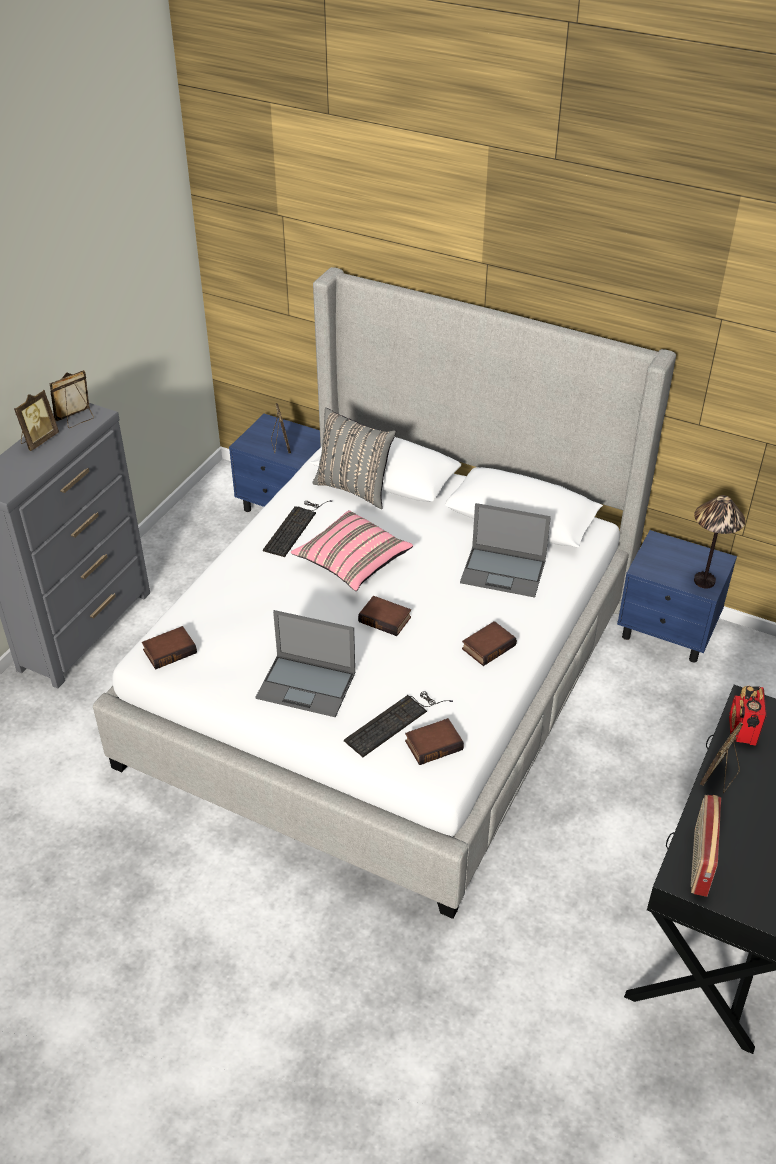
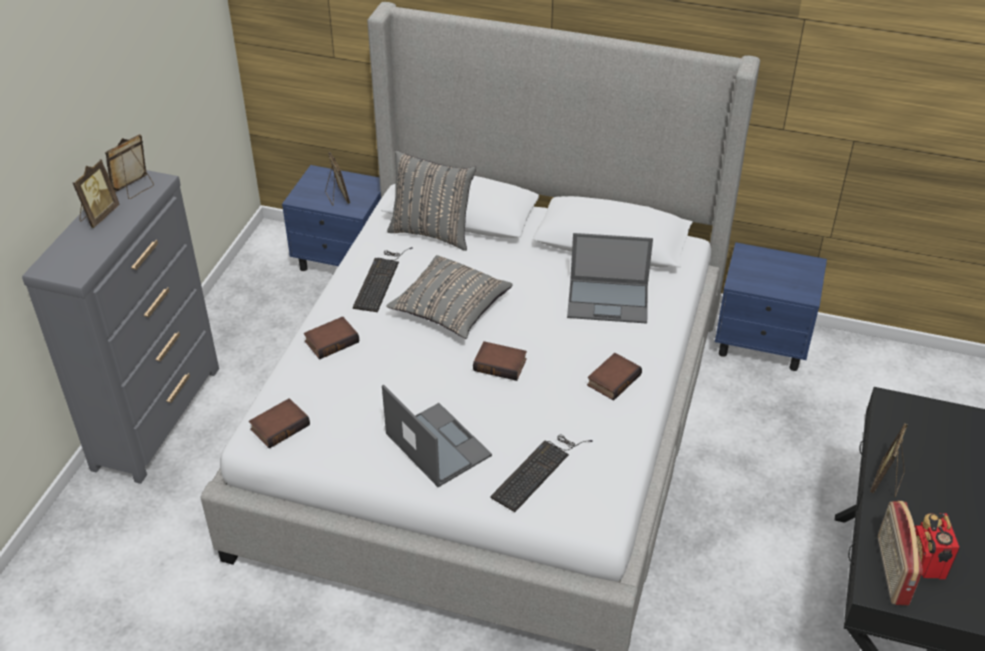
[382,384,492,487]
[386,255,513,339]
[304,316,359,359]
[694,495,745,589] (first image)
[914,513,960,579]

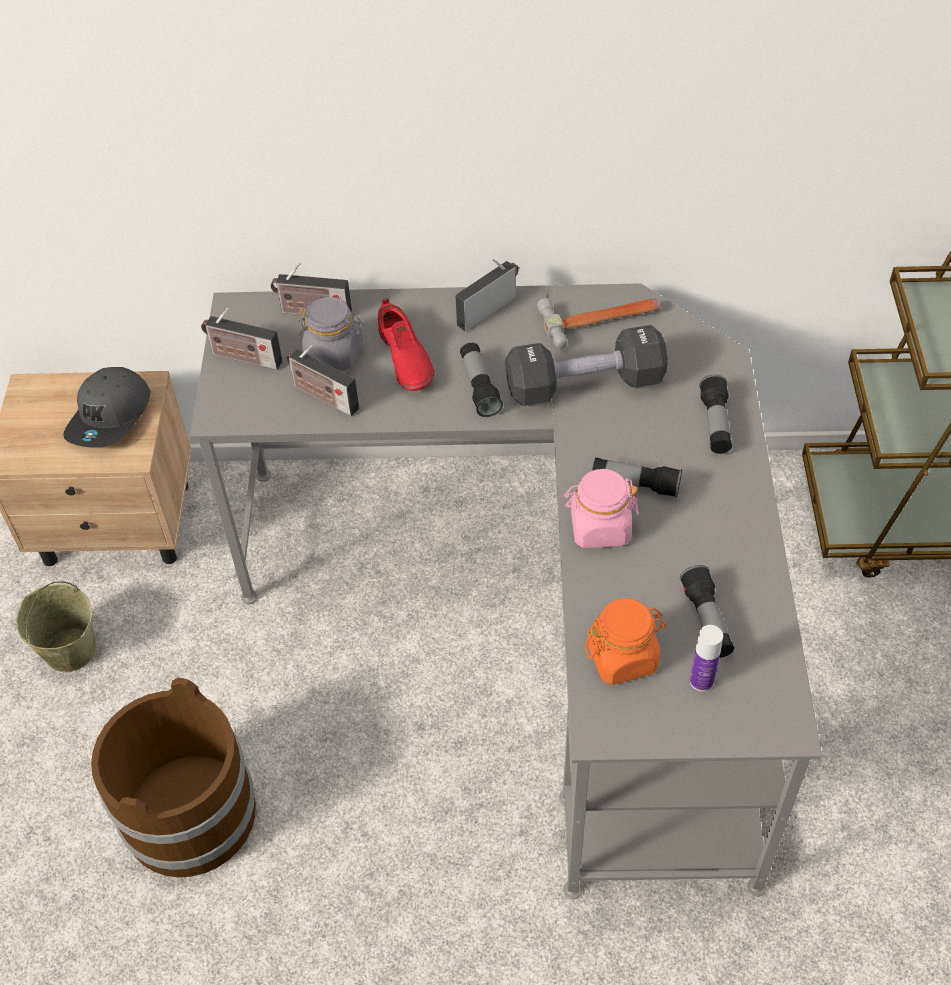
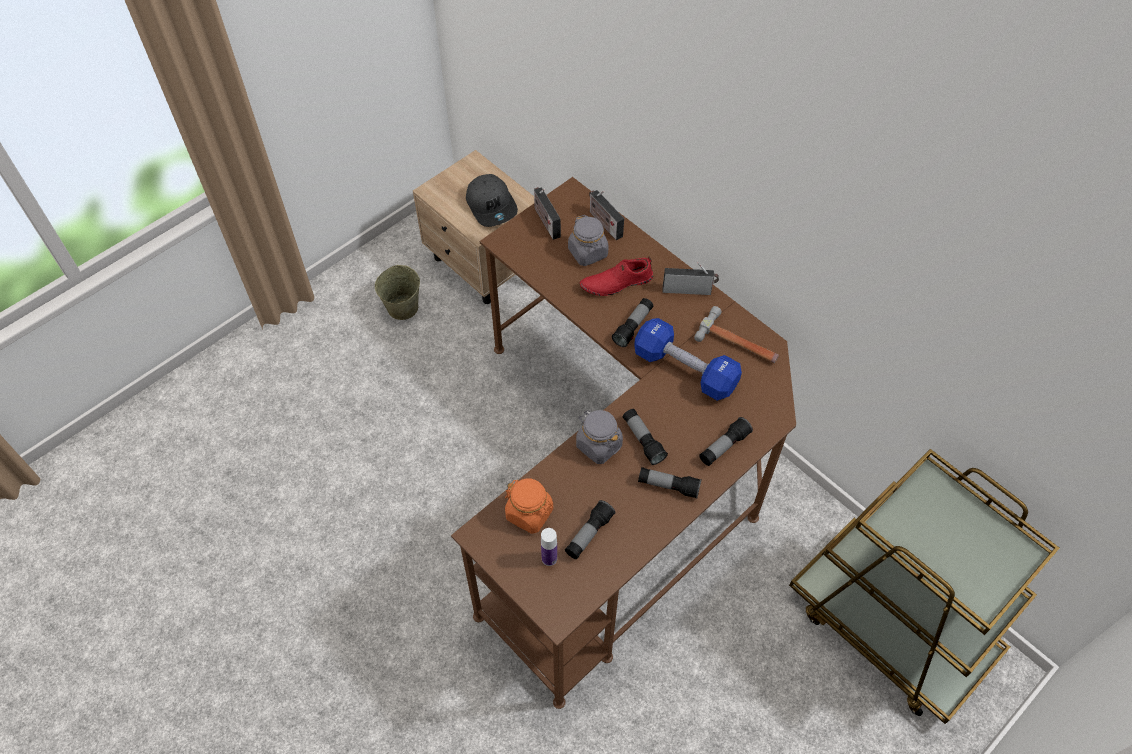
[466,174,518,227]
[91,678,256,877] (first image)
[451,177,796,709]
[286,345,359,416] (first image)
[580,257,653,296]
[634,318,742,401]
[576,410,623,464]
[638,467,702,499]

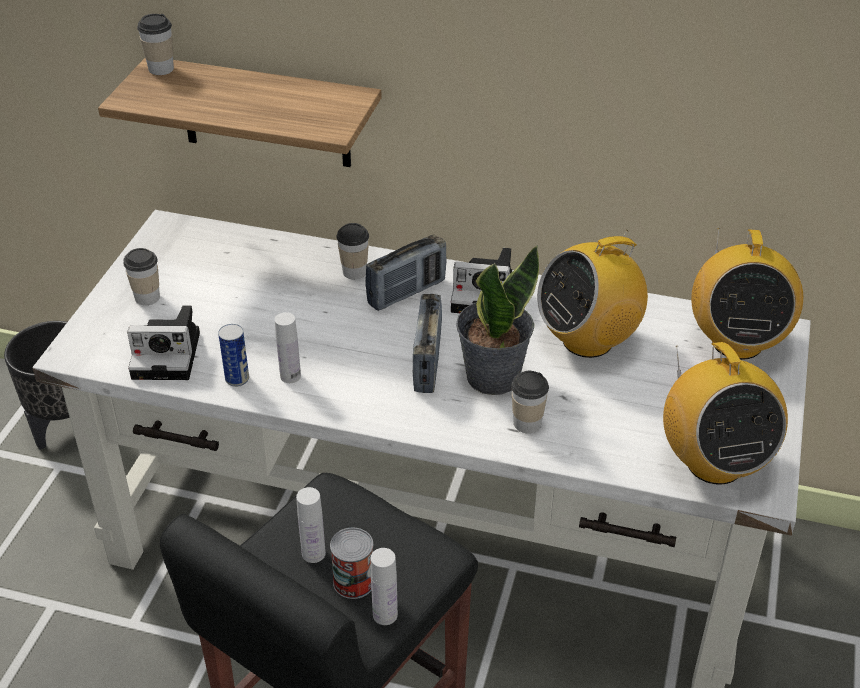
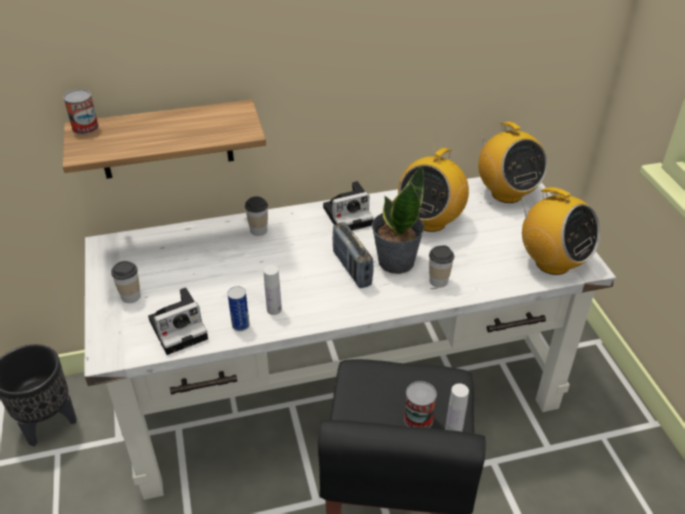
[63,89,99,135]
[296,487,326,563] (first image)
[365,234,447,311] (first image)

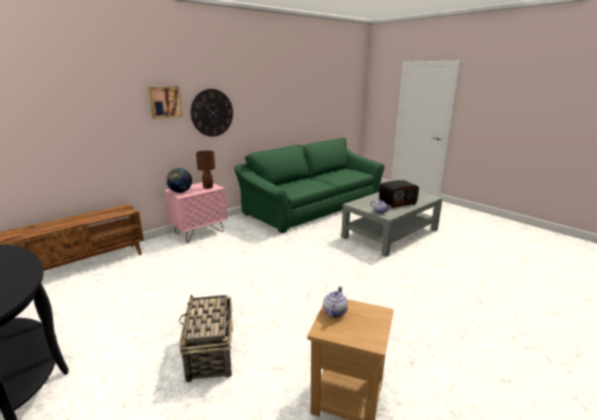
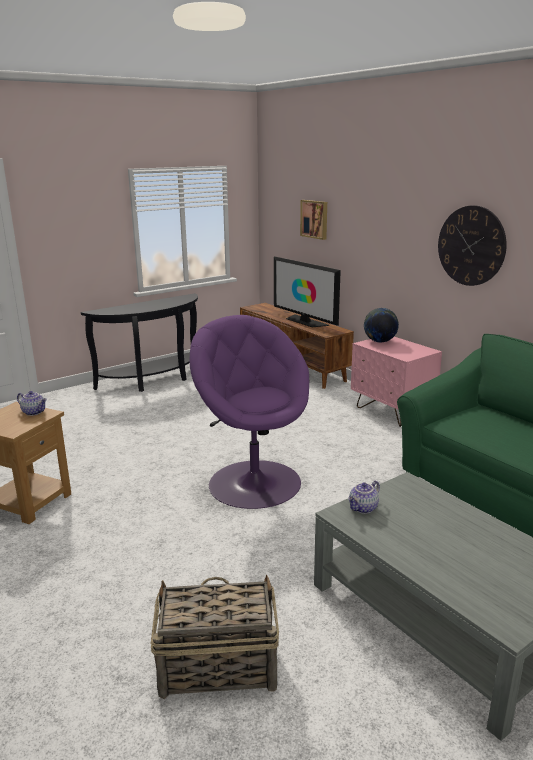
[300,200,327,240]
[150,575,279,699]
[196,151,215,189] (first image)
[379,180,419,208] (first image)
[189,315,309,509]
[274,256,341,327]

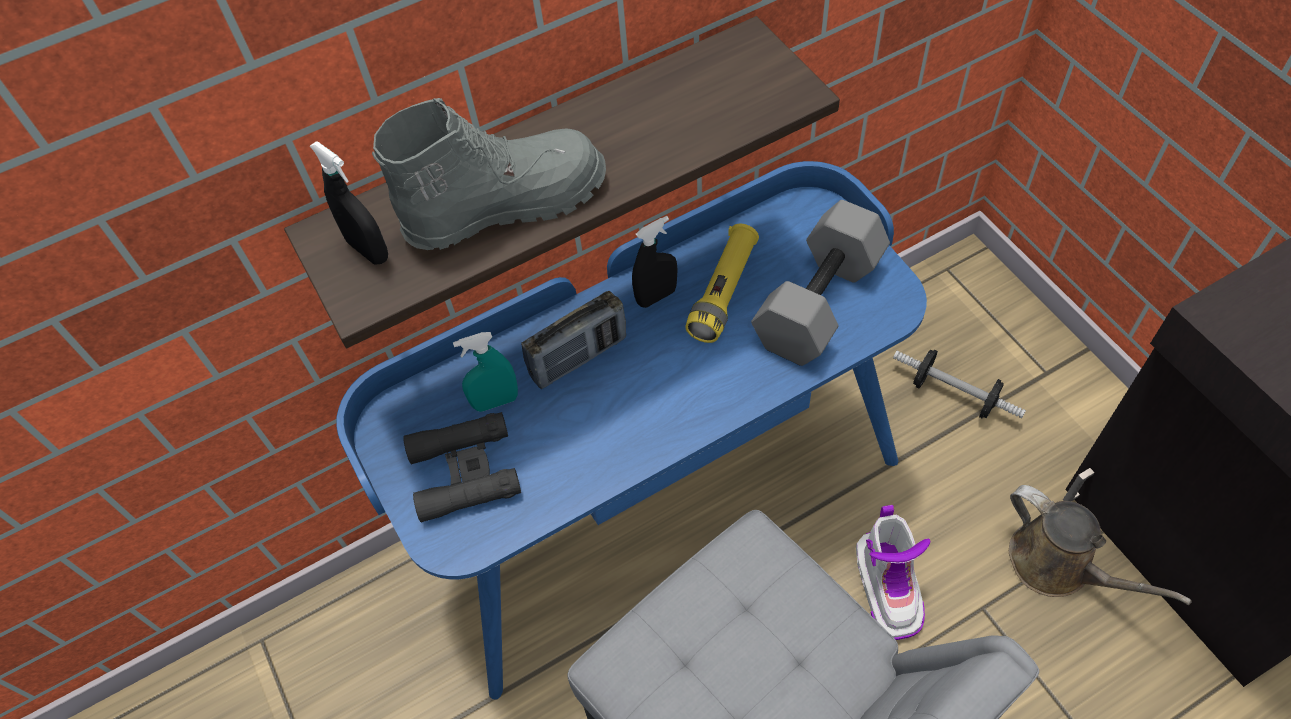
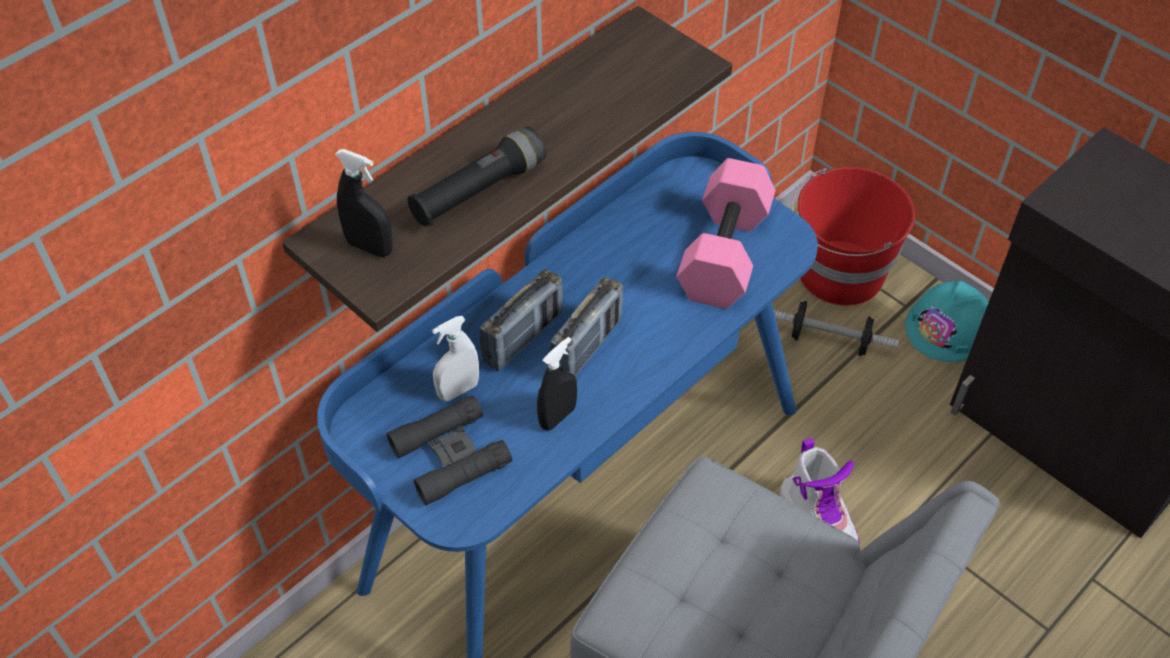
[407,127,546,227]
[432,316,479,401]
[537,337,577,430]
[685,224,759,343] (first image)
[676,158,776,309]
[1009,485,1192,605] (first image)
[550,277,623,376]
[792,167,915,306]
[905,281,988,362]

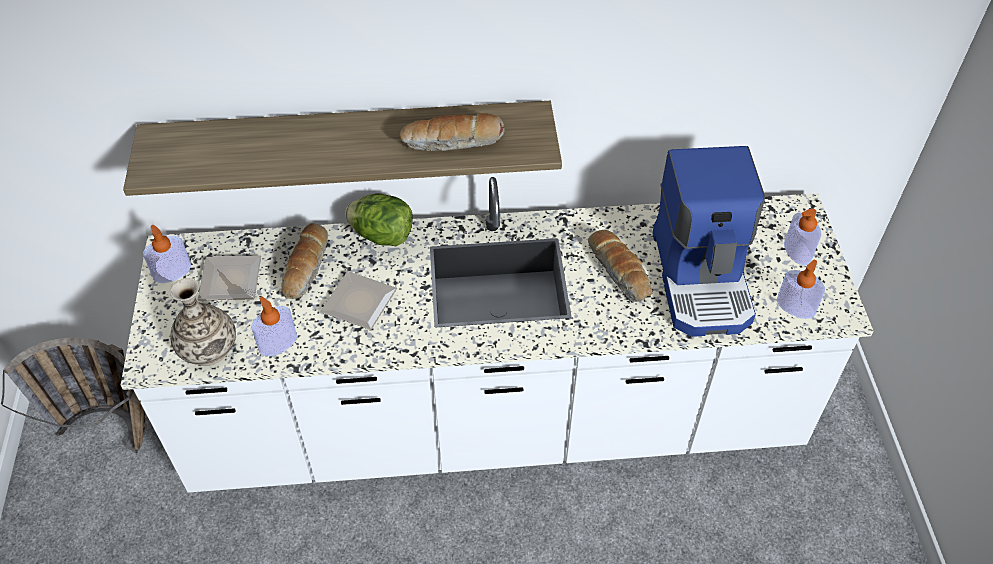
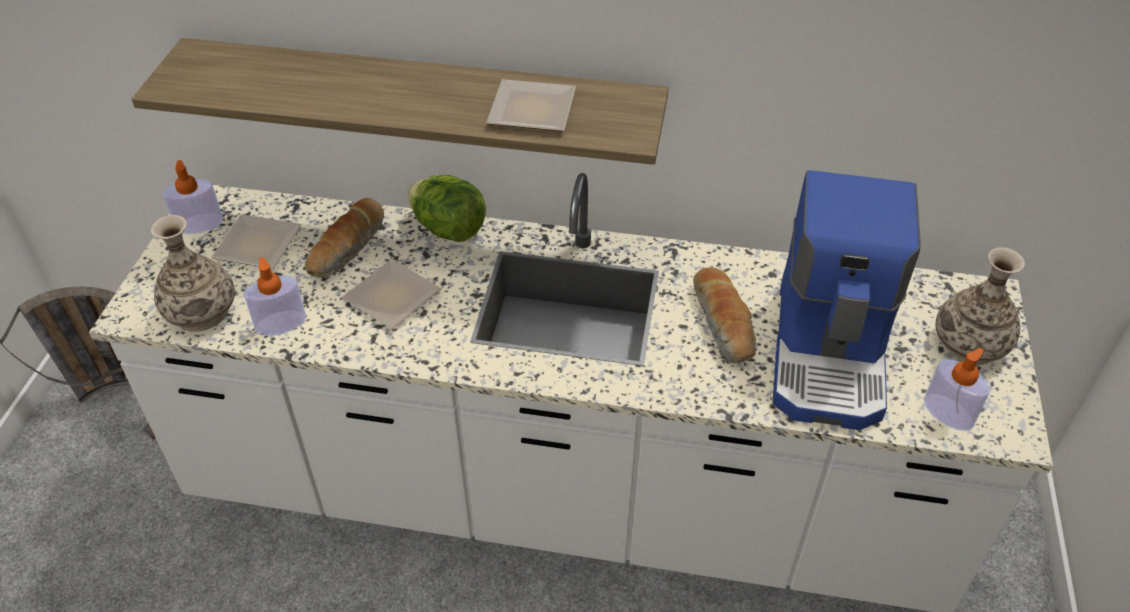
[486,79,576,132]
[936,247,1025,365]

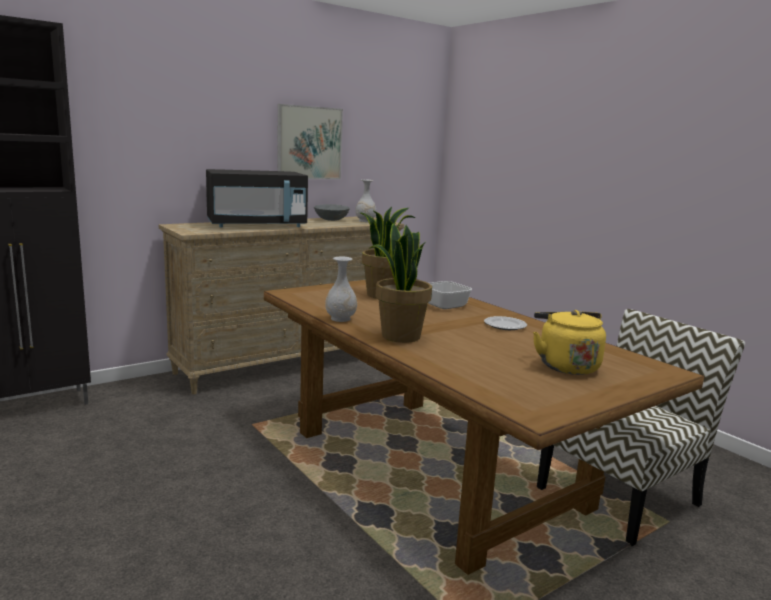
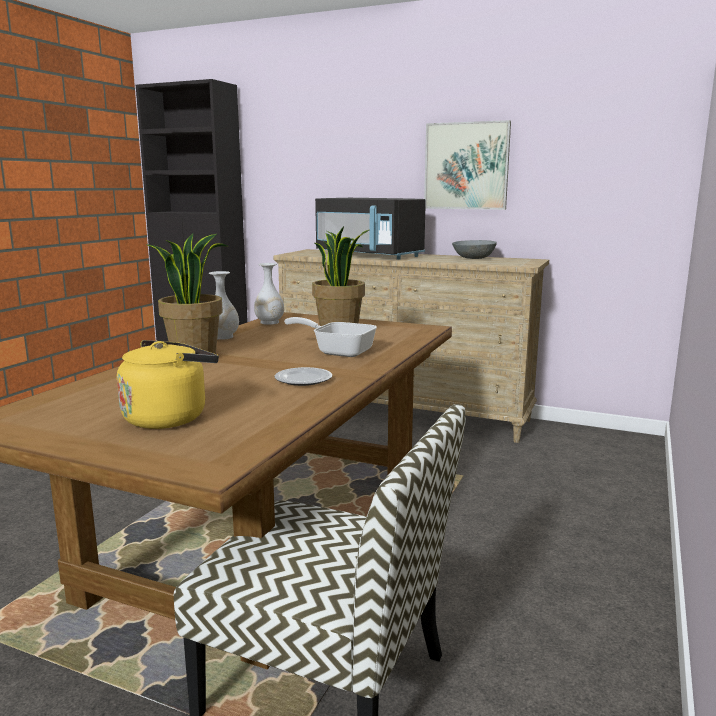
[254,263,284,325]

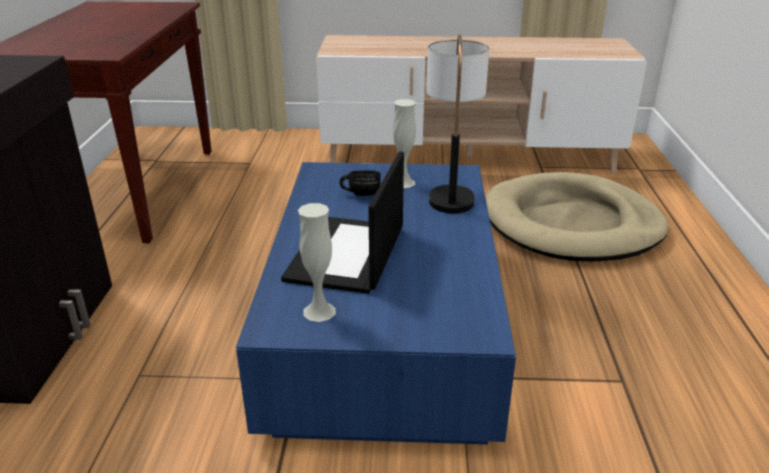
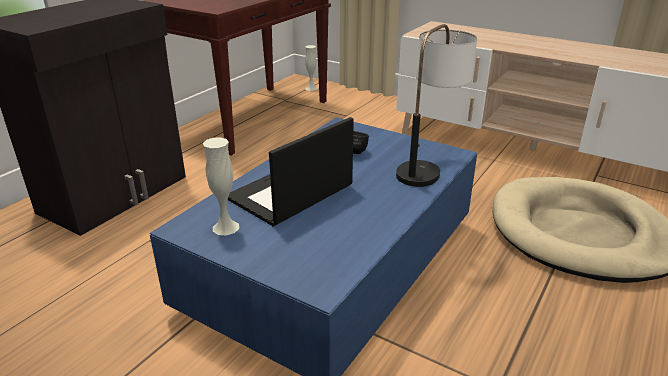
[305,45,317,91]

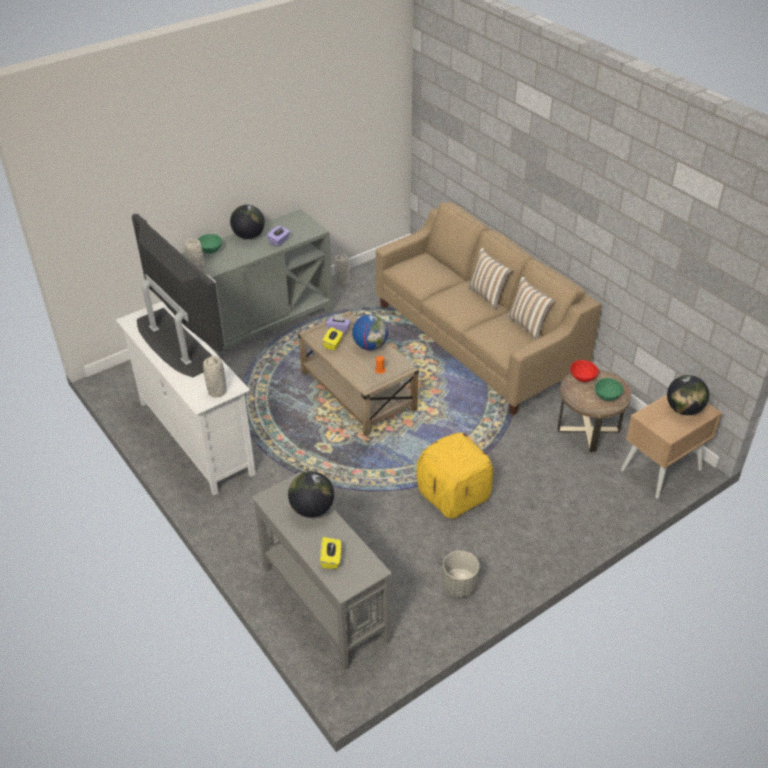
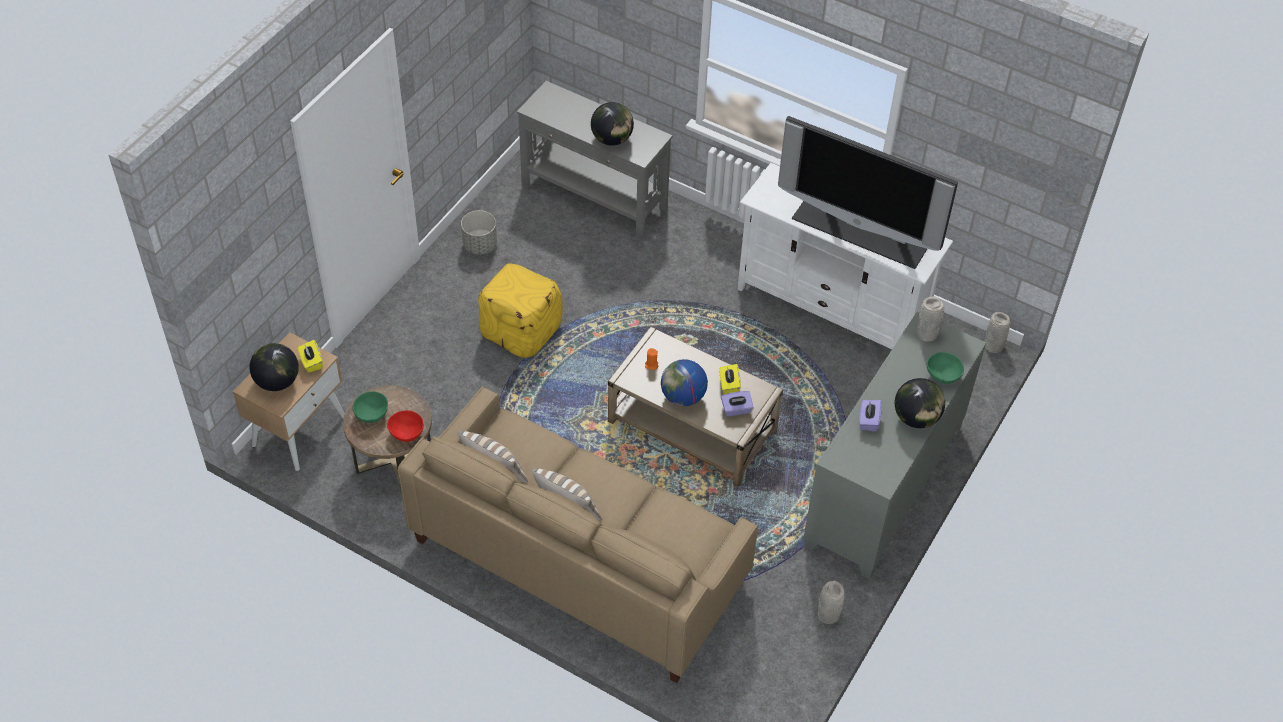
[984,312,1010,353]
[298,340,323,373]

